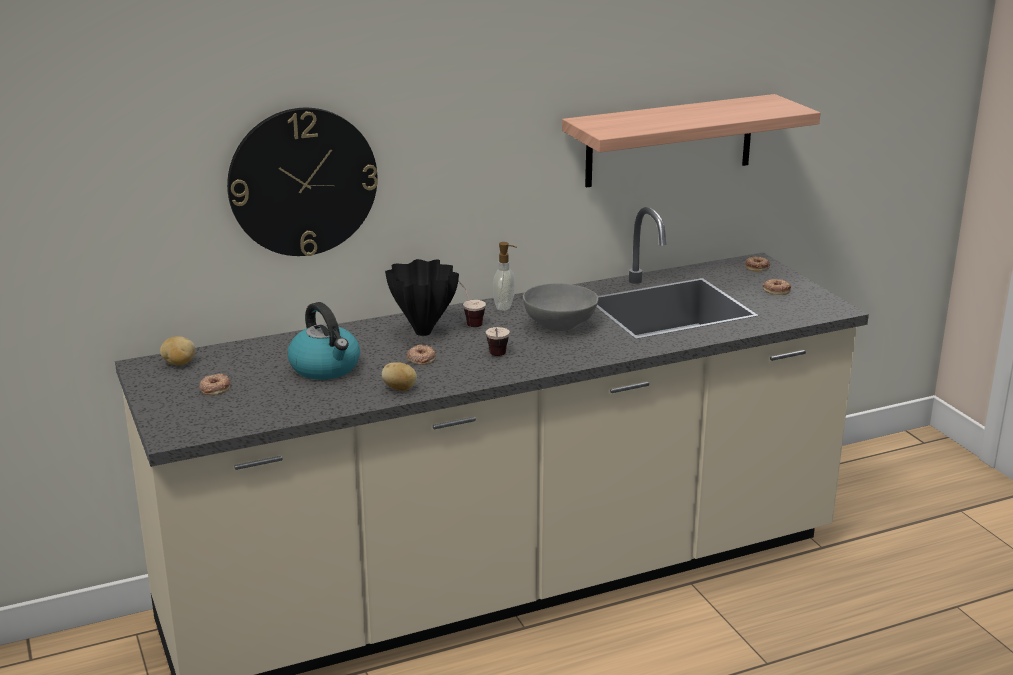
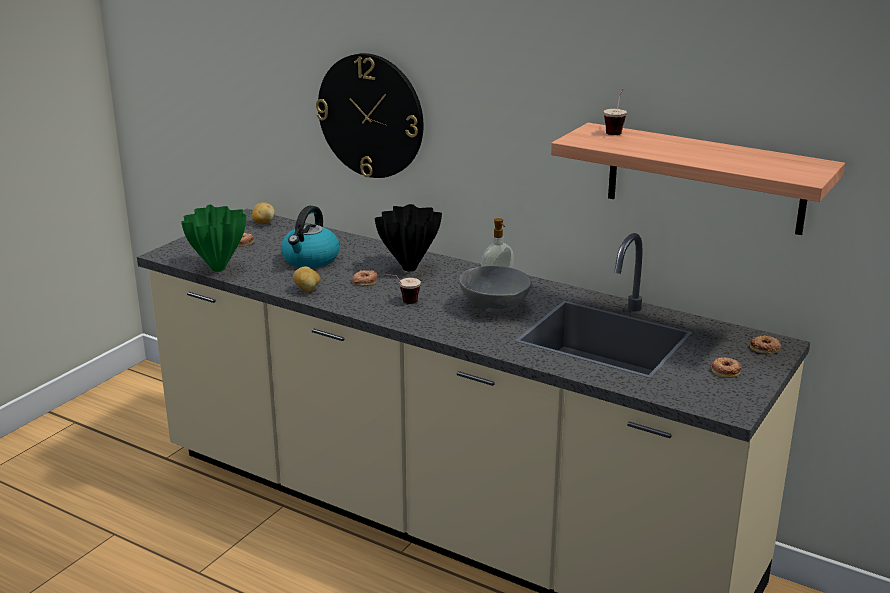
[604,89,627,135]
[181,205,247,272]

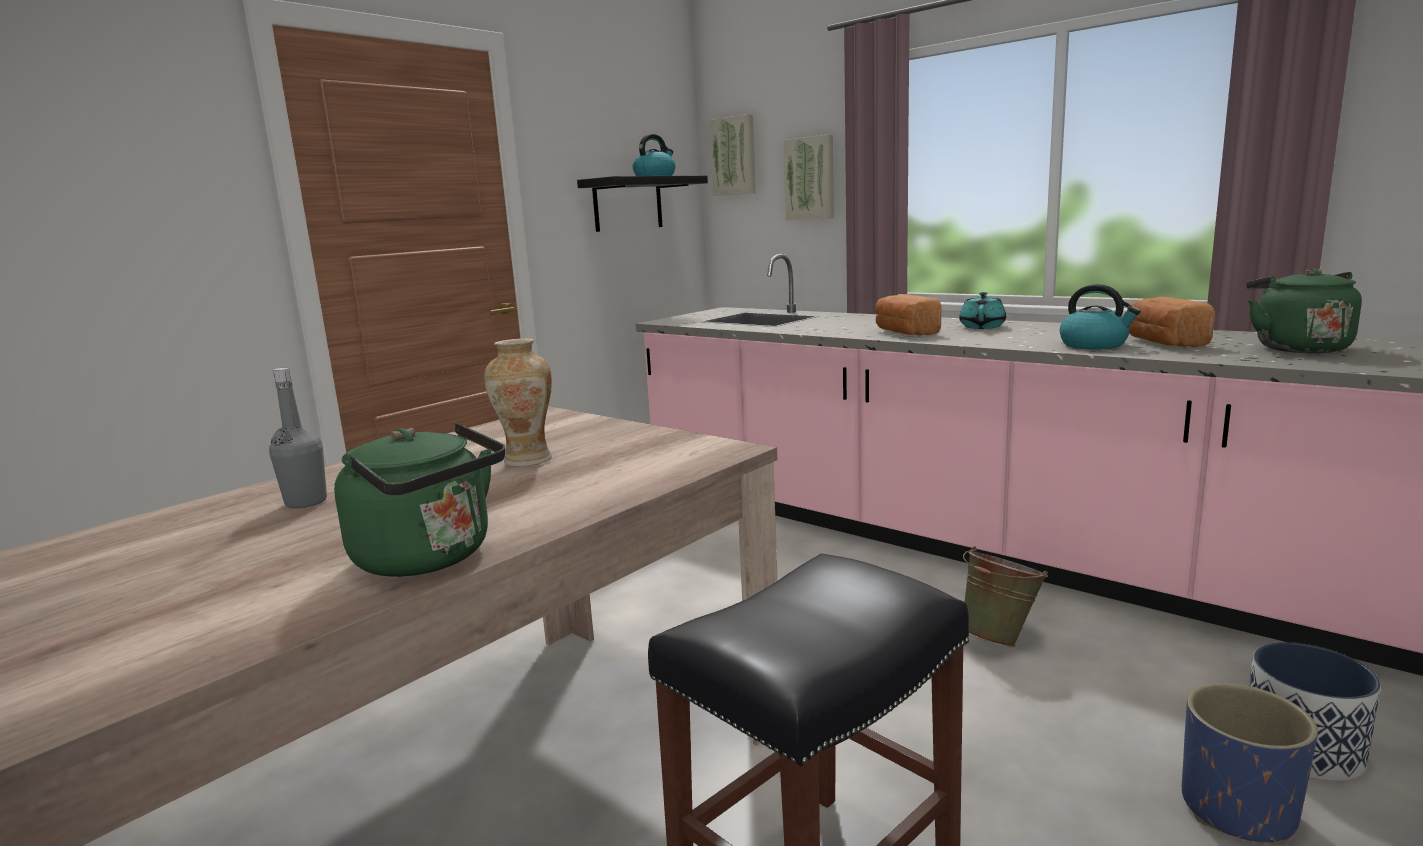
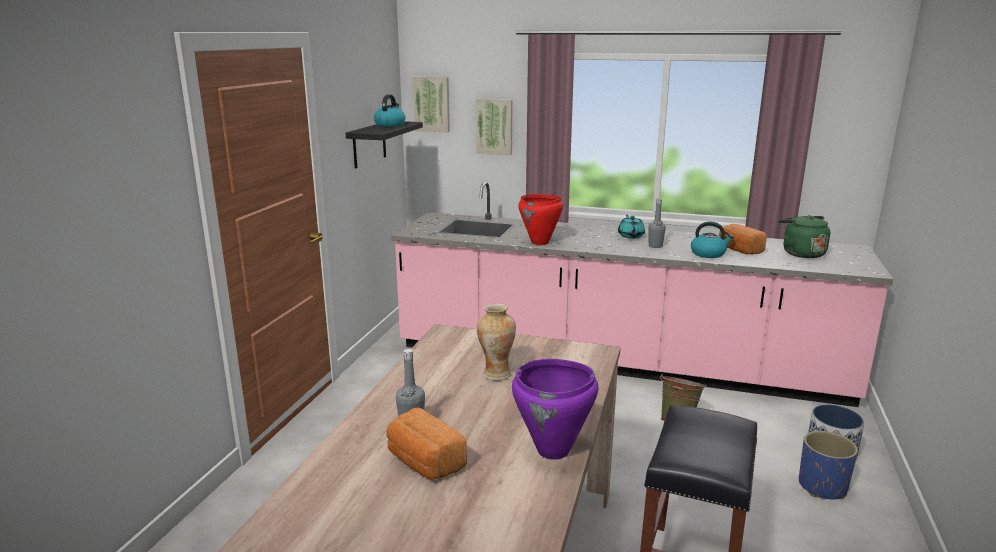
[512,359,599,460]
[387,407,467,480]
[518,194,563,245]
[648,199,666,248]

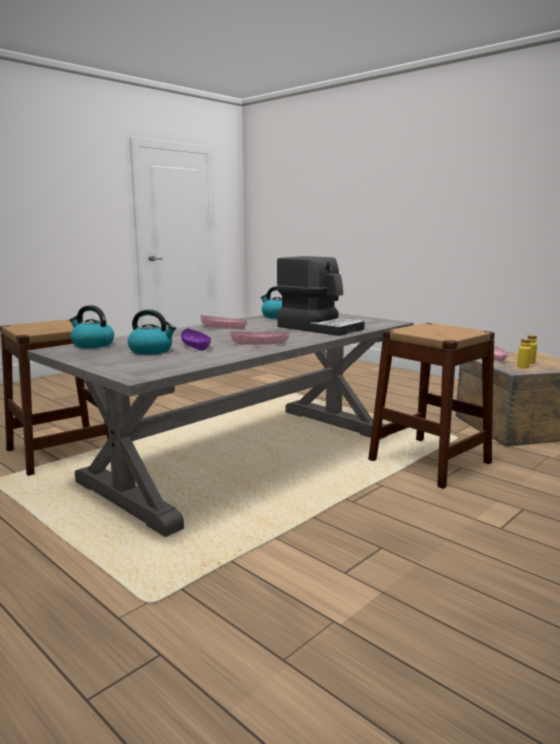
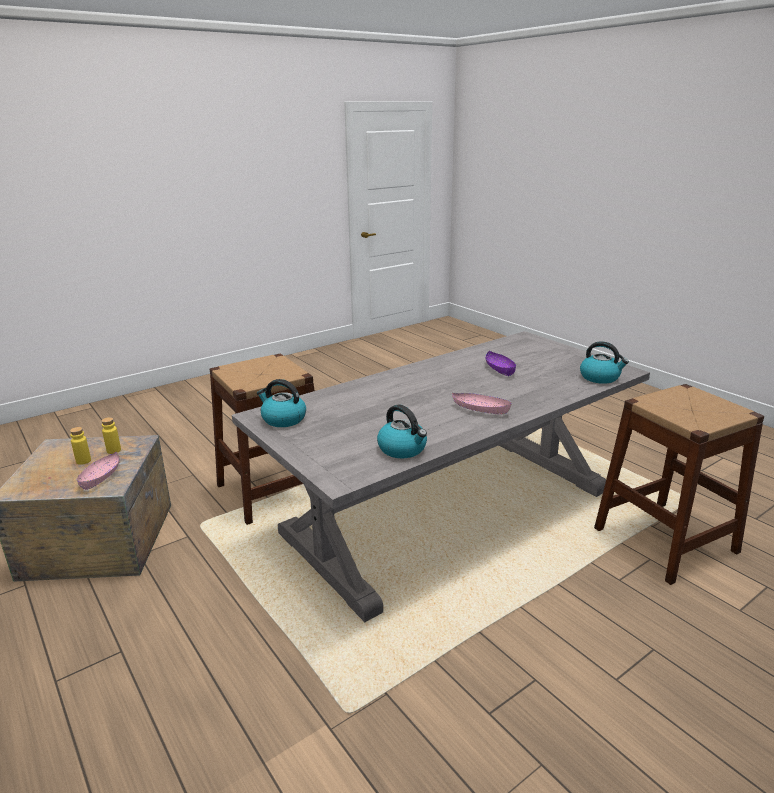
[257,379,306,427]
[230,331,289,345] (first image)
[277,256,365,336] (first image)

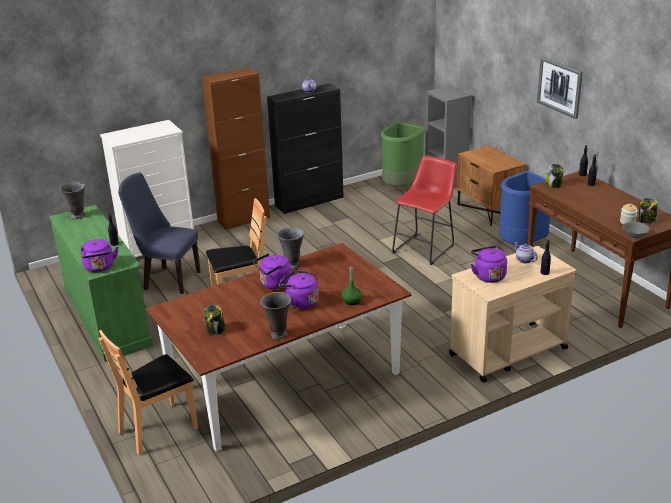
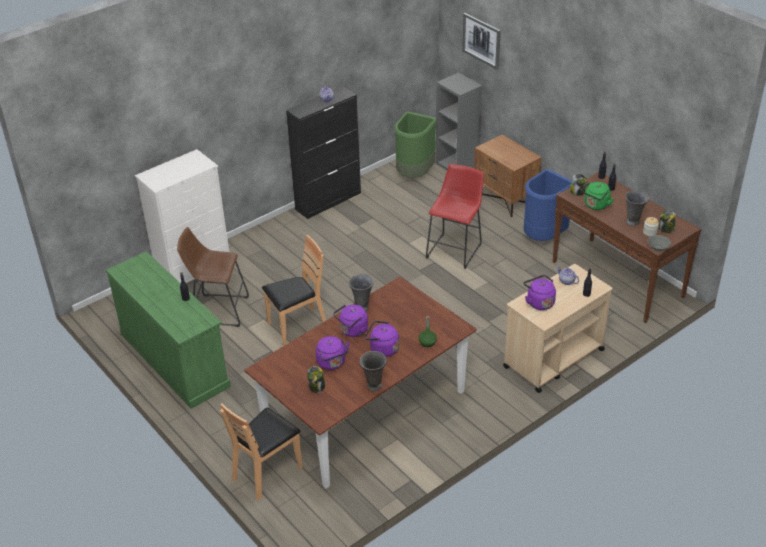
[625,191,649,226]
[316,336,350,370]
[177,227,249,327]
[202,68,270,230] (first image)
[462,13,501,70]
[581,182,614,210]

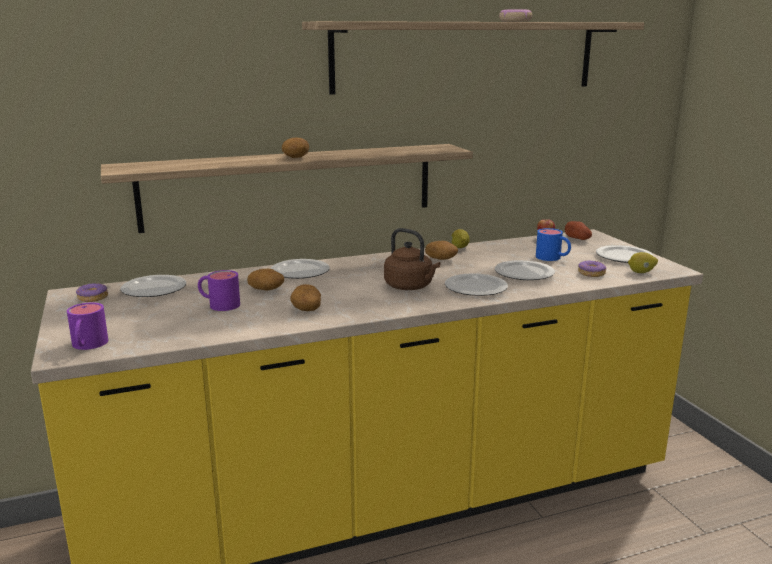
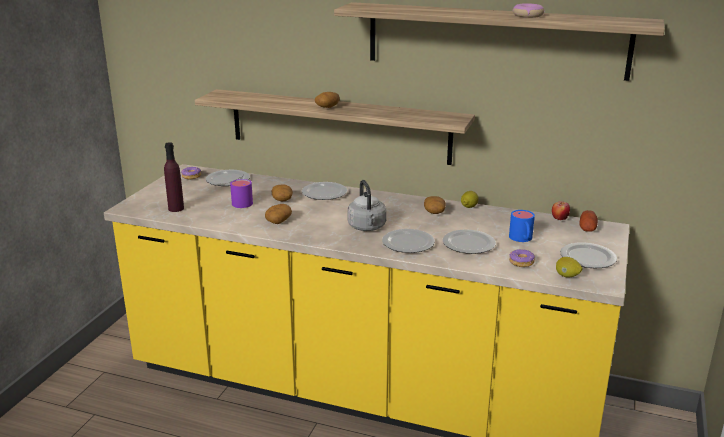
[67,303,108,350] (first image)
[347,180,387,231]
[164,142,184,212]

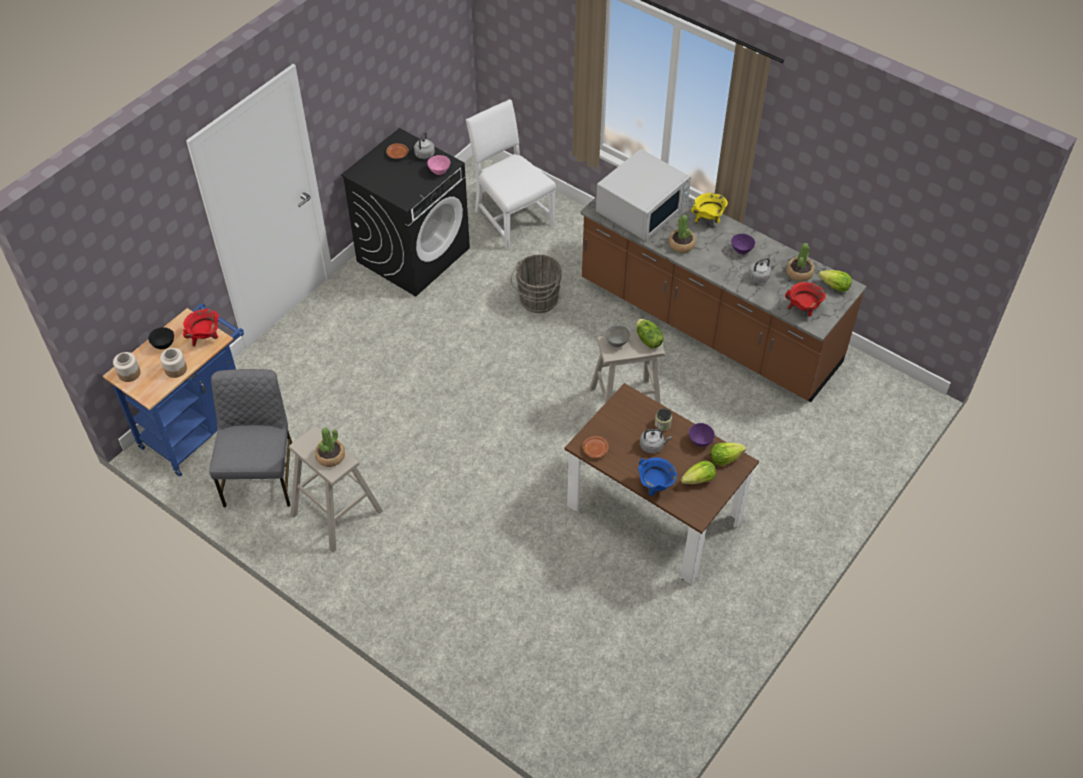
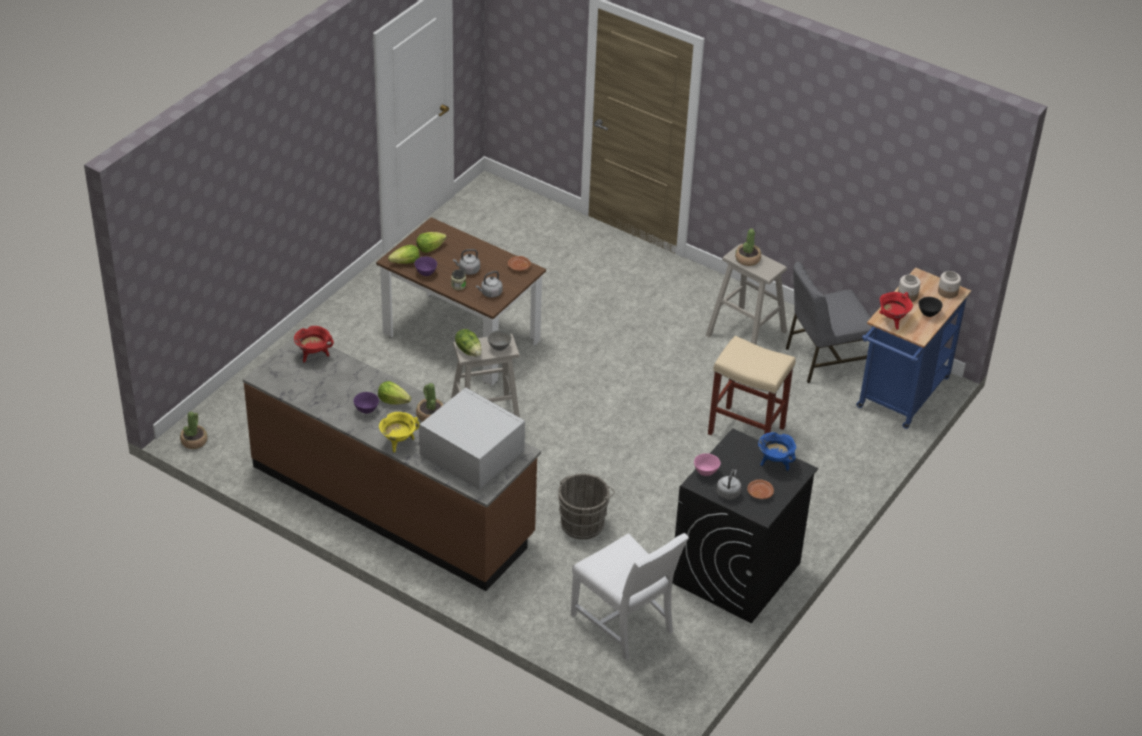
[786,262,872,383]
[419,387,525,489]
[758,432,796,471]
[476,271,502,298]
[180,411,208,449]
[378,381,411,405]
[708,336,796,435]

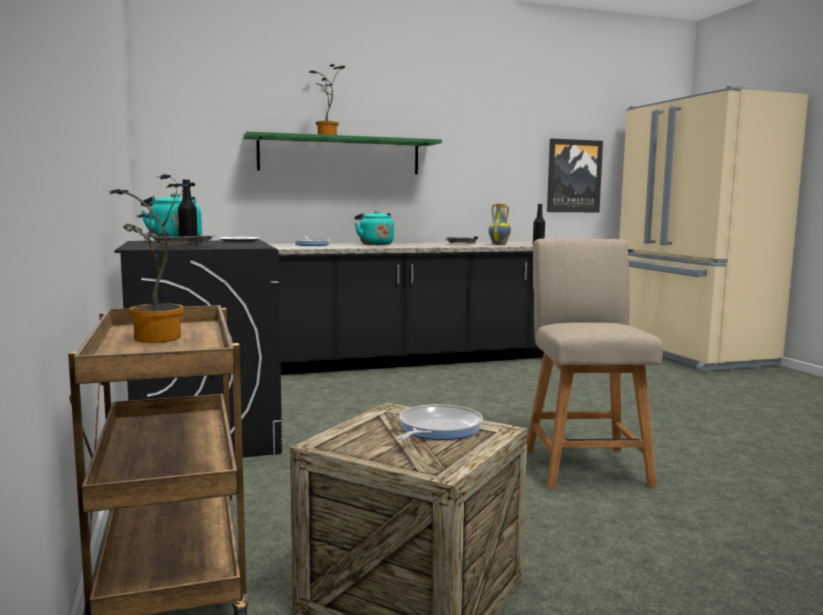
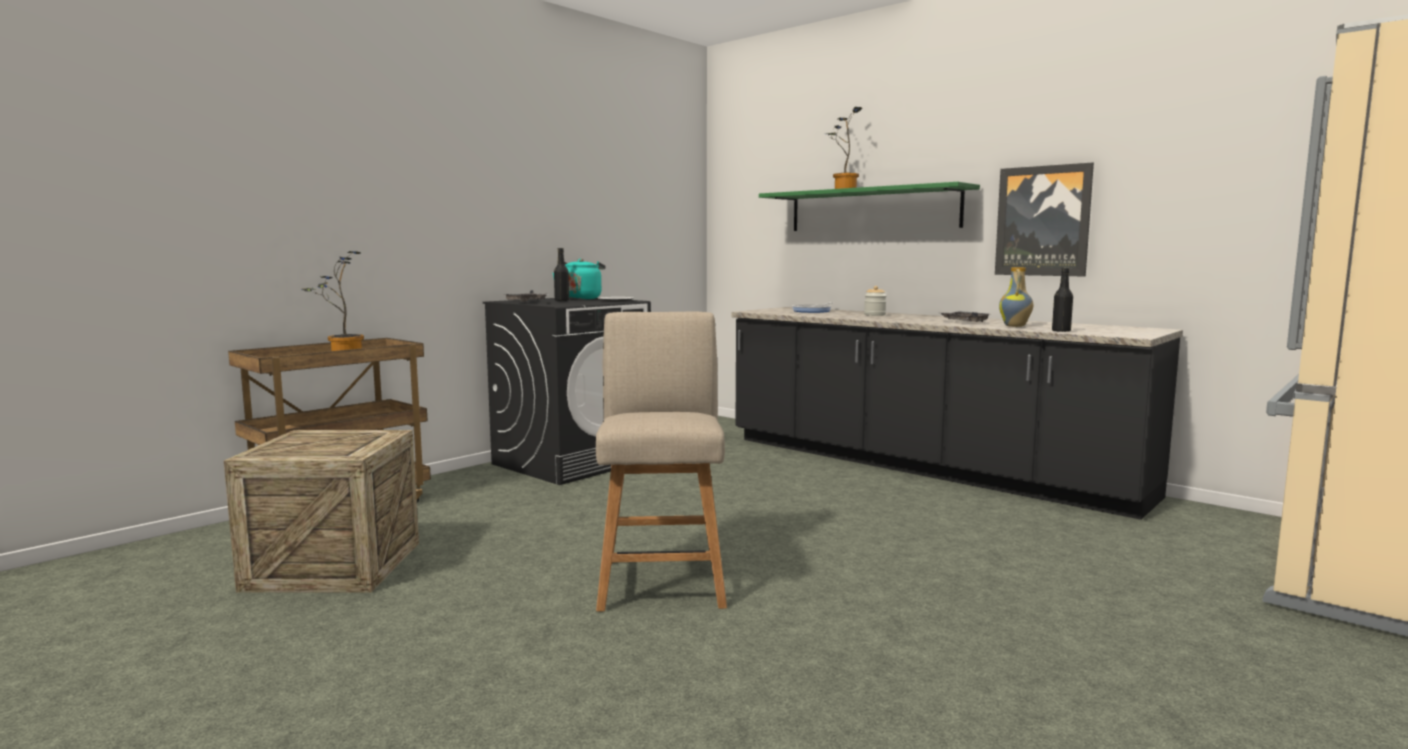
[864,286,887,316]
[397,404,483,440] (first image)
[596,312,727,612]
[995,163,1094,277]

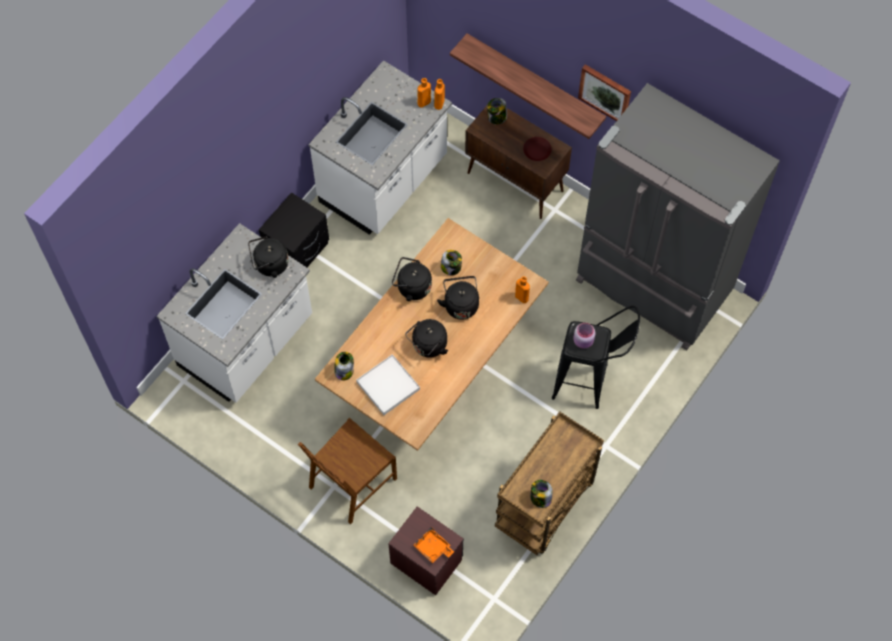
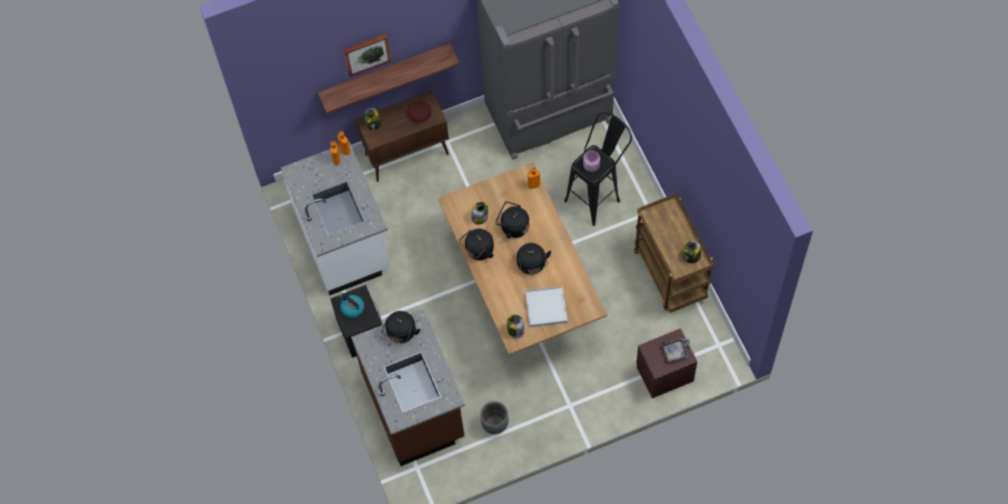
[351,309,465,466]
[298,417,397,524] (first image)
[662,338,691,362]
[343,34,391,77]
[339,294,364,318]
[480,401,508,434]

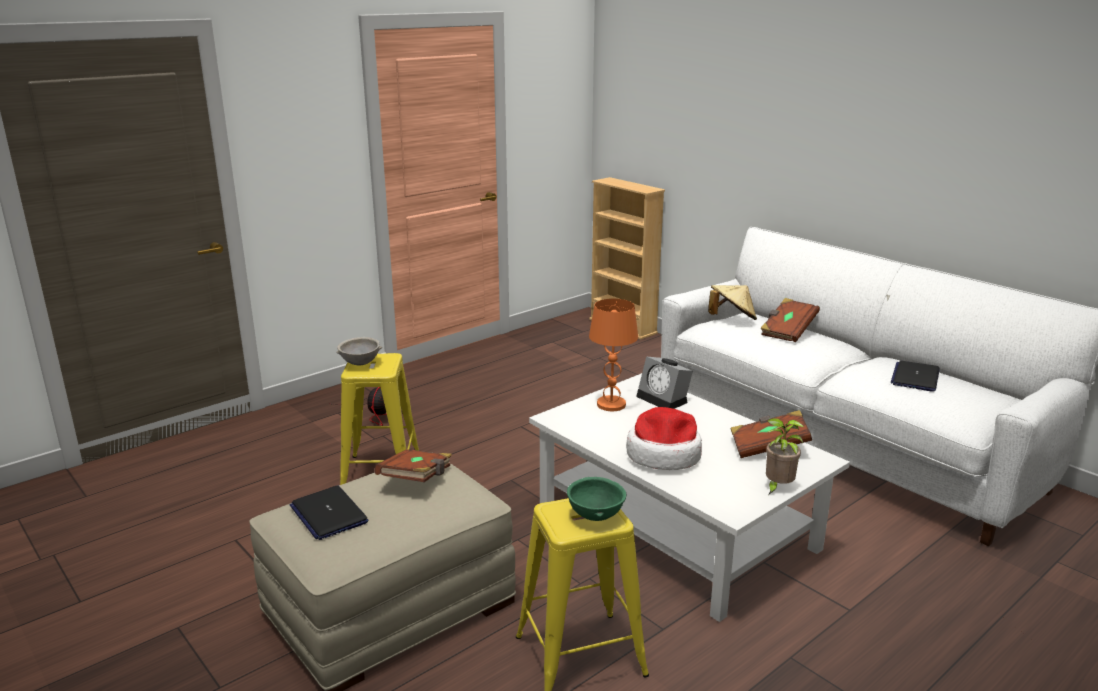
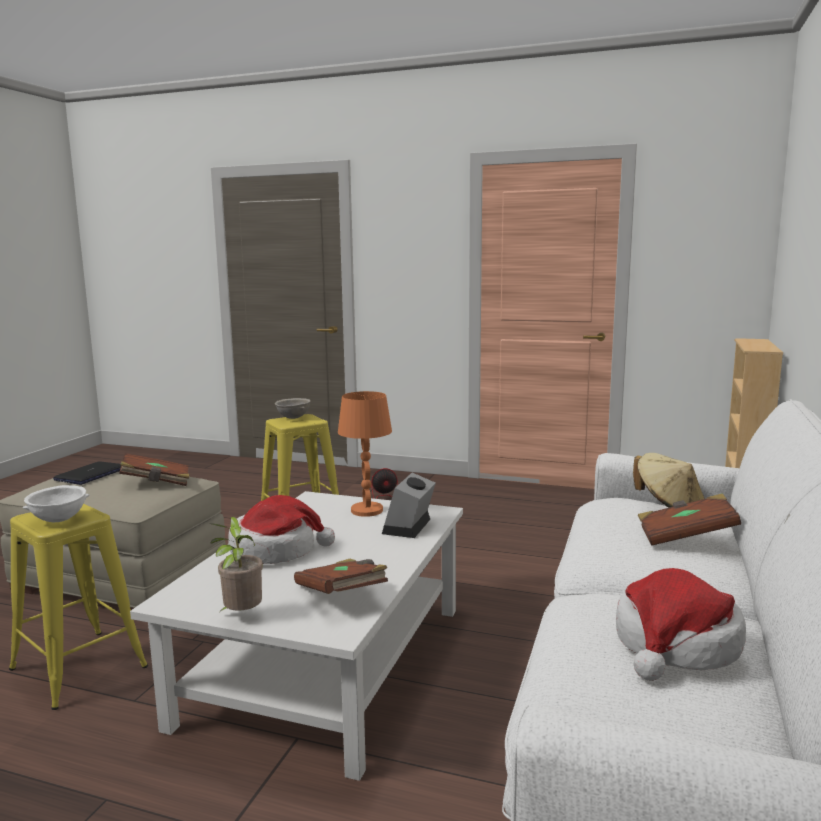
[23,485,90,522]
[616,568,746,681]

